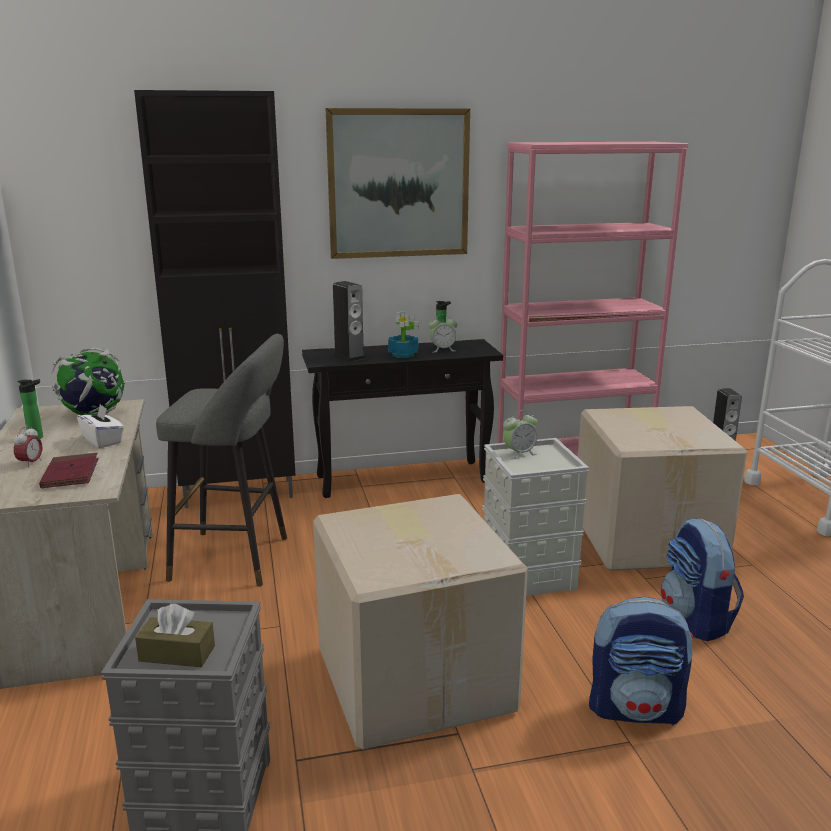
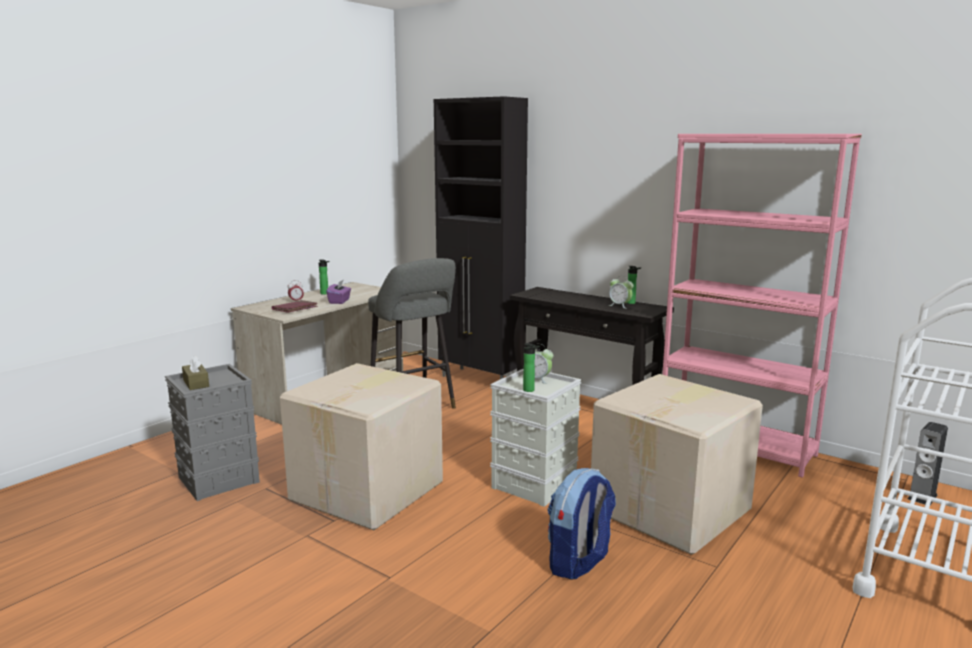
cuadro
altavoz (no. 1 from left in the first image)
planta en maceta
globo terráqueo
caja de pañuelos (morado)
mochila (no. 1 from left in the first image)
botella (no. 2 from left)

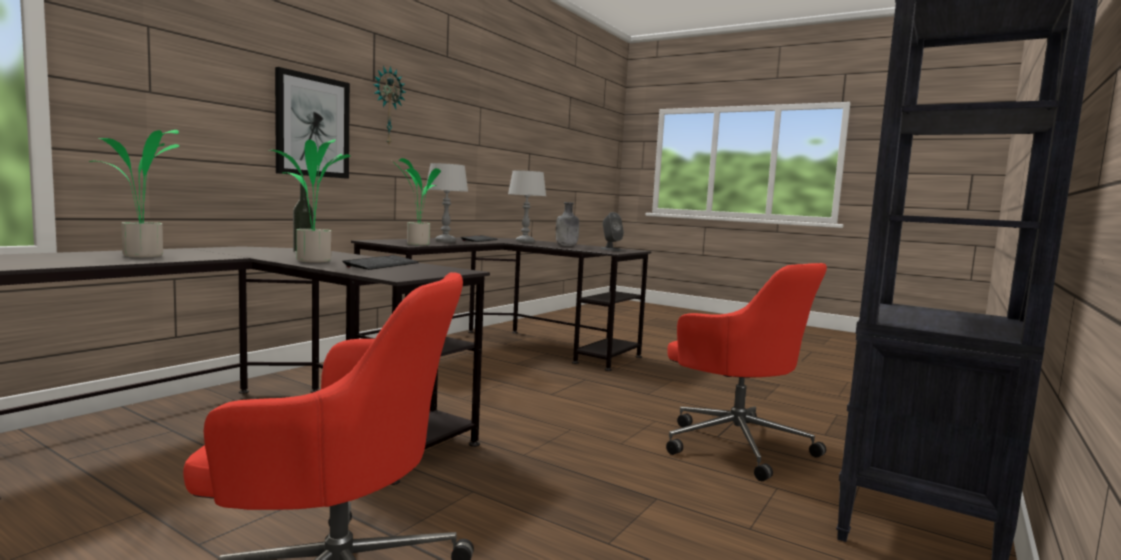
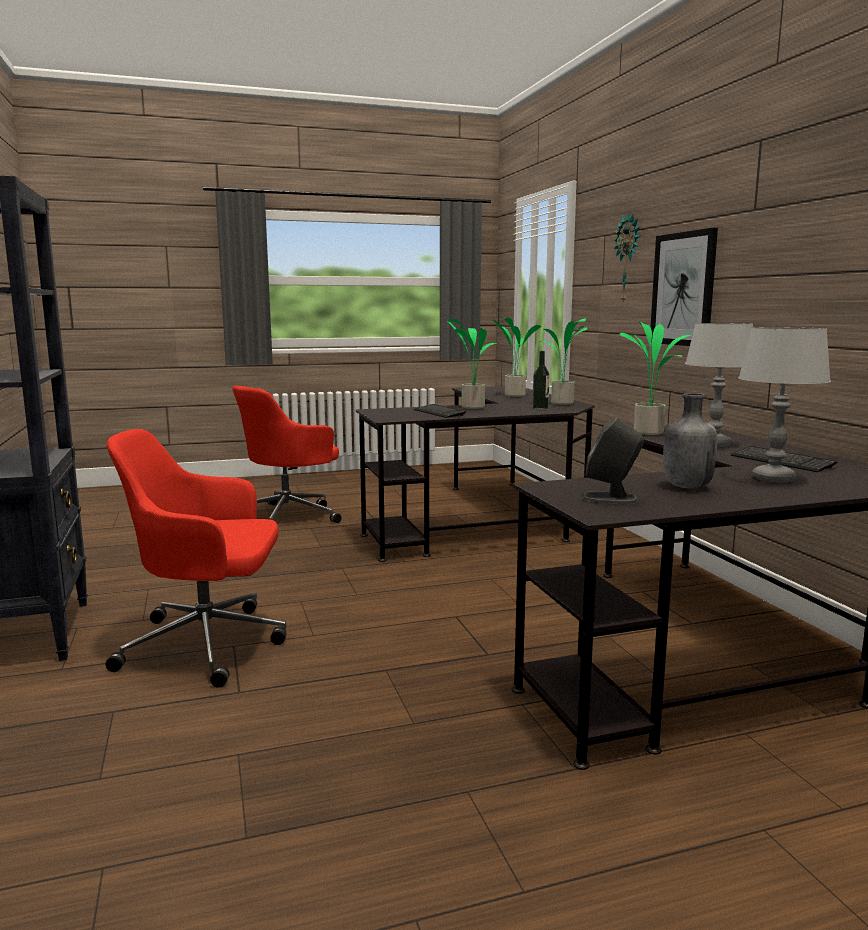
reloj de pared
planta en maceta (no. 3 from left)

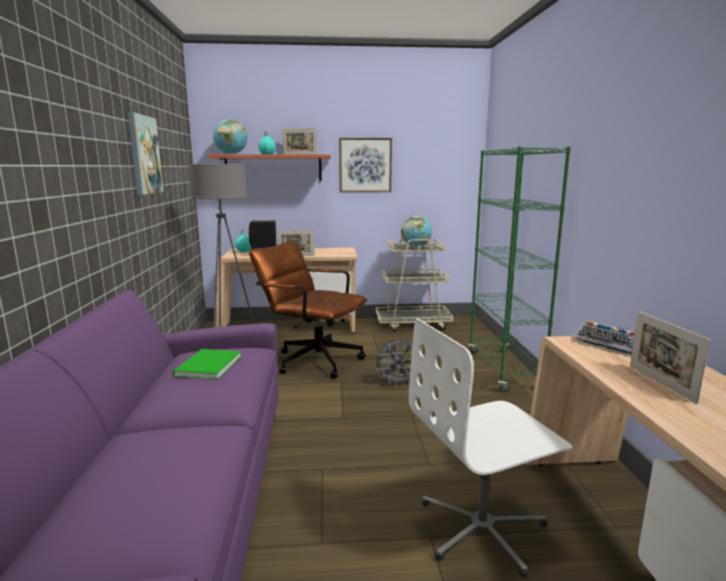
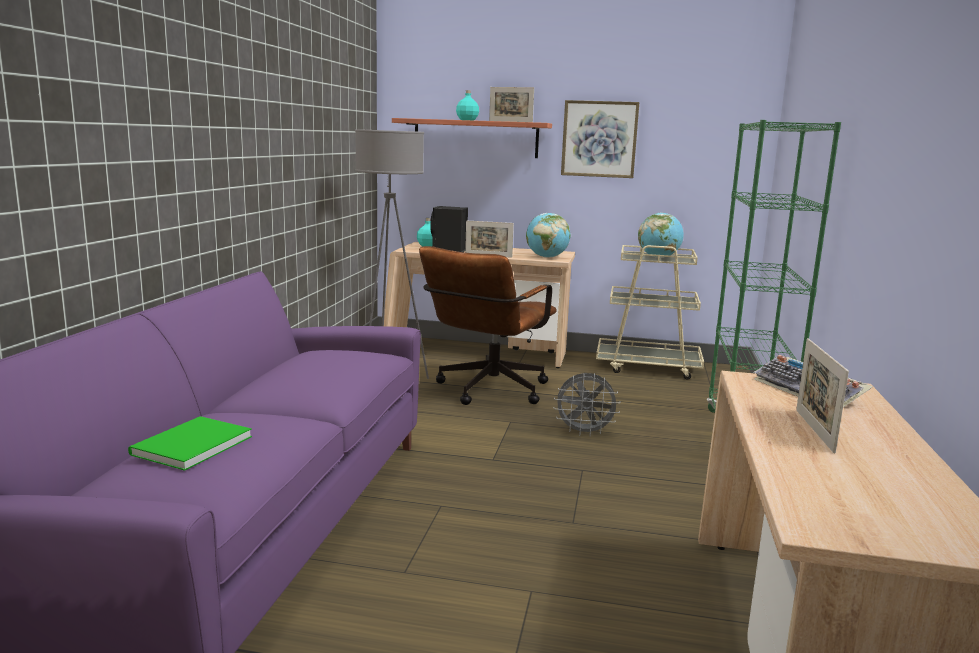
cuadro (no. 1 from left in the first image)
globo terráqueo (no. 1 from left)
silla de oficina (marrón)
silla de oficina (blanco)
libro (verde)

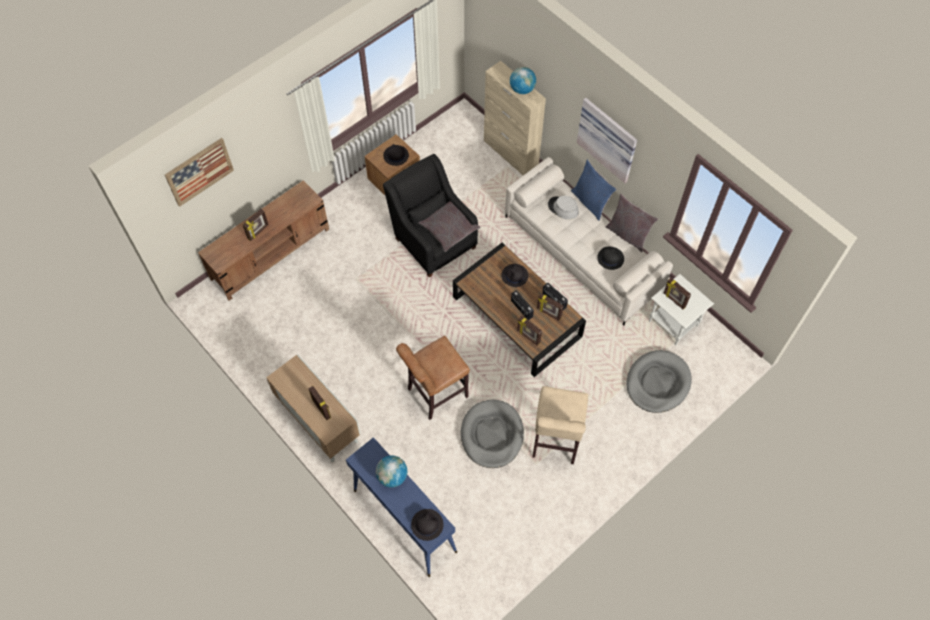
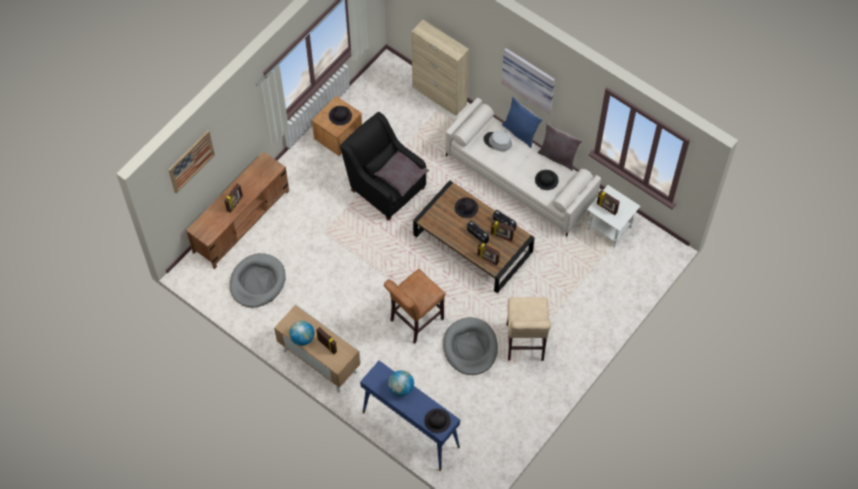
globo terráqueo (no. 1 from left)
cama para perro (gris) (no. 1 from left)

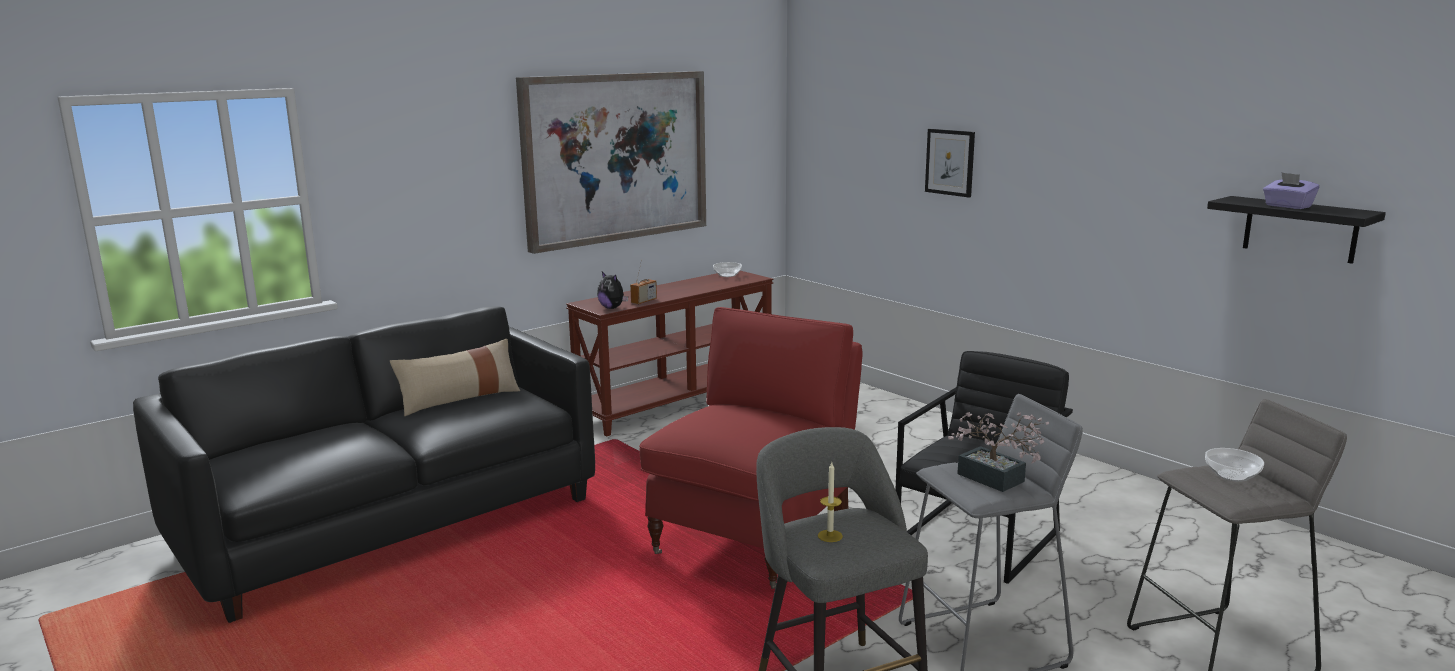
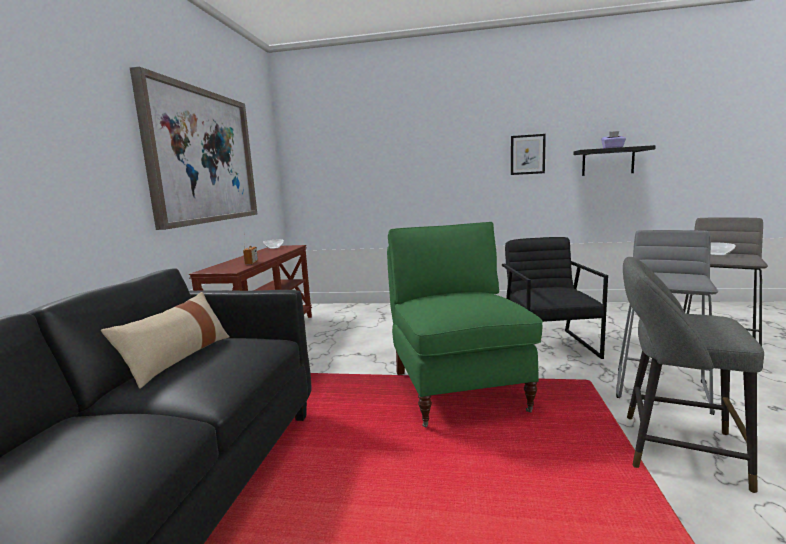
cuadro (no. 2 from left)
peluche
sillón (verde)
planta en maceta
vela

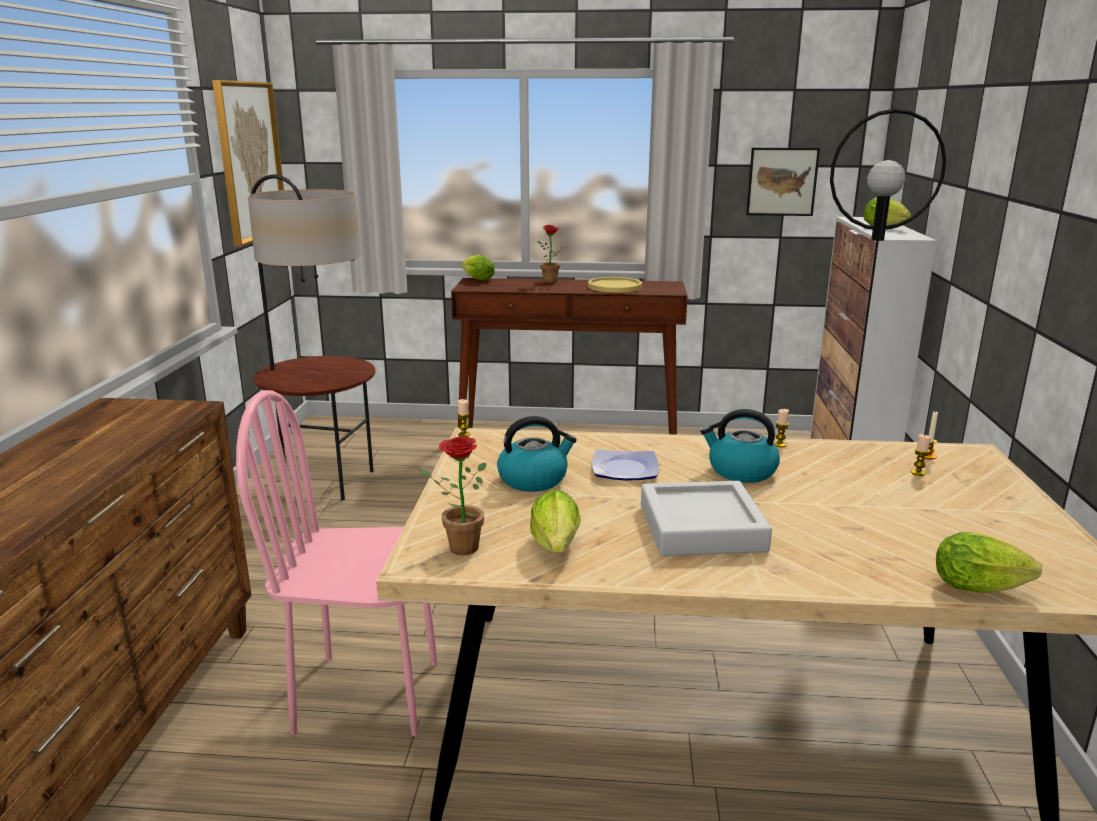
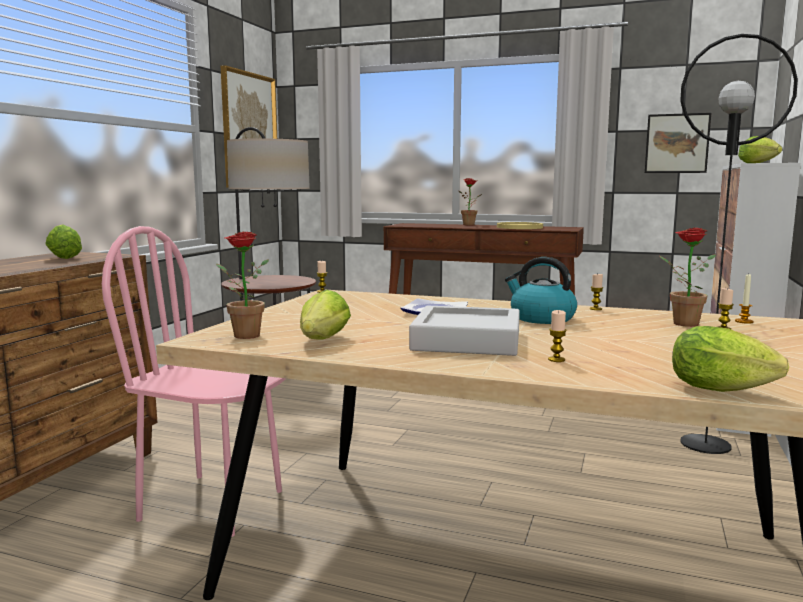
lechuga (no. 1 from left)
hervidor (no. 1 from left in the first image)
planta en maceta (no. 3 from left)
vela (no. 2 from left)

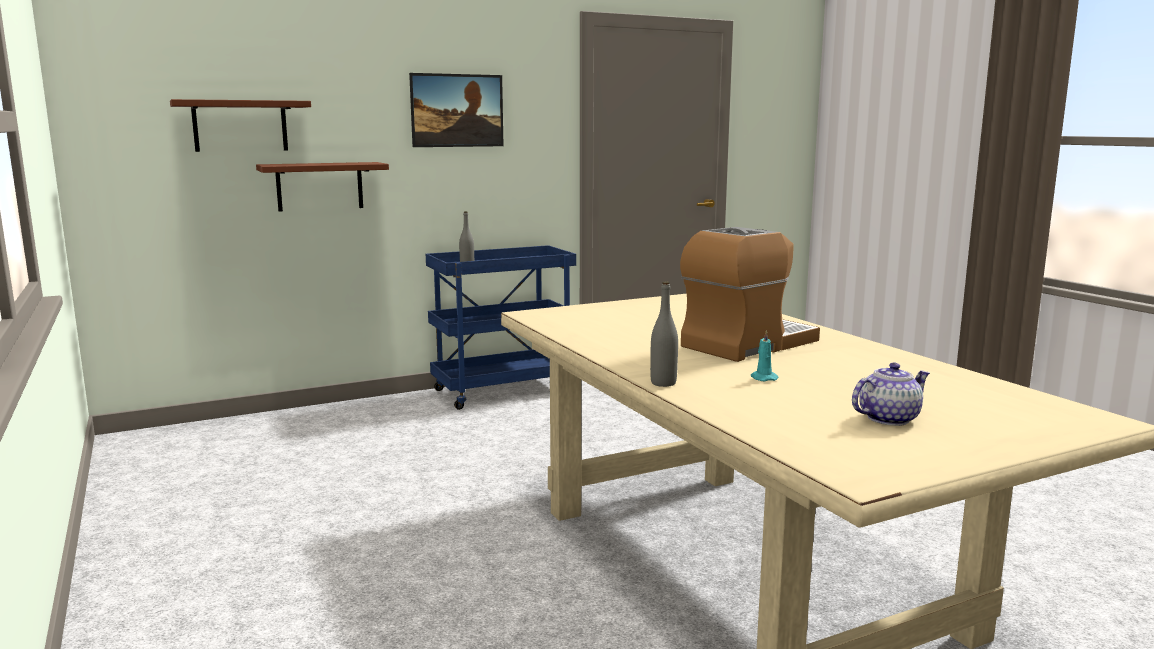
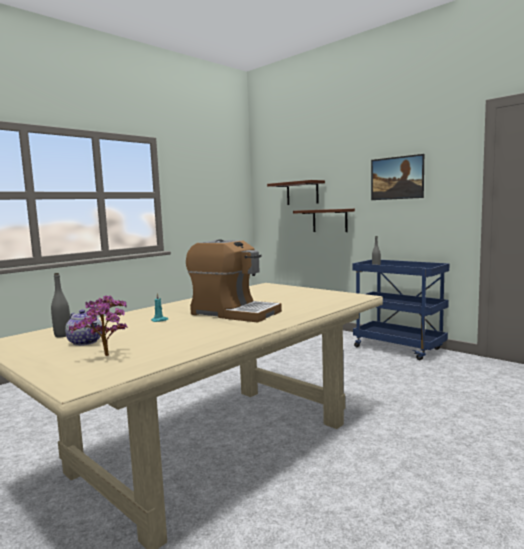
botella (gris) (no. 1 from left)
planta en maceta

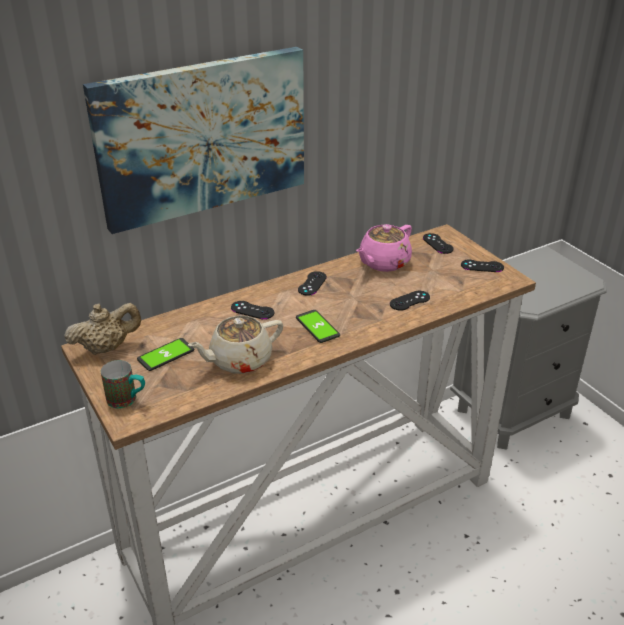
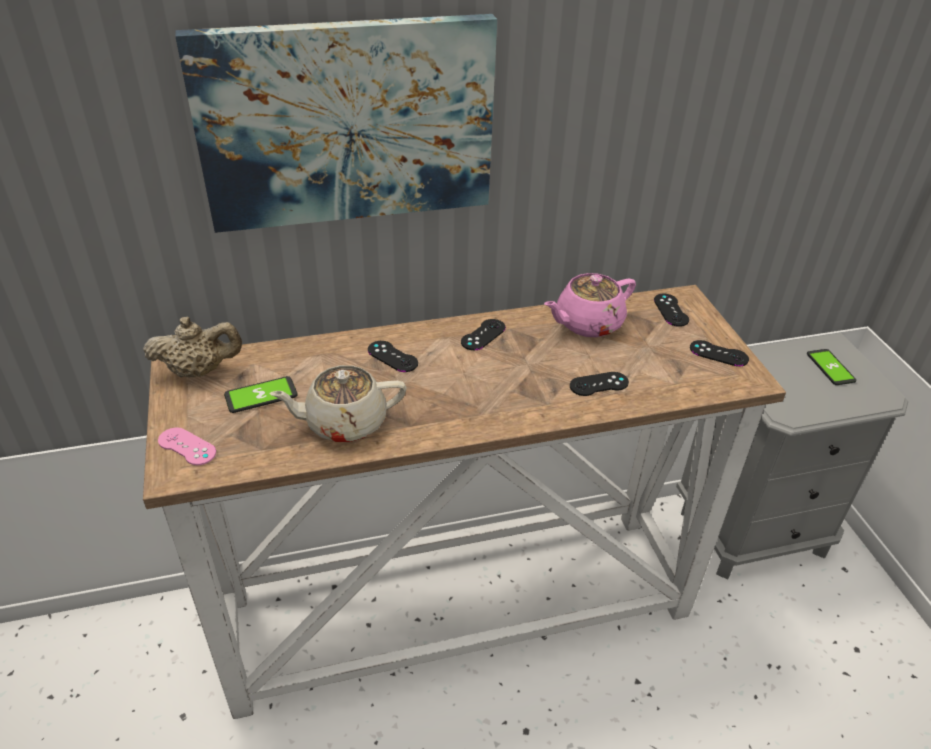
móvil (no. 2 from left)
mando de consola (rosa)

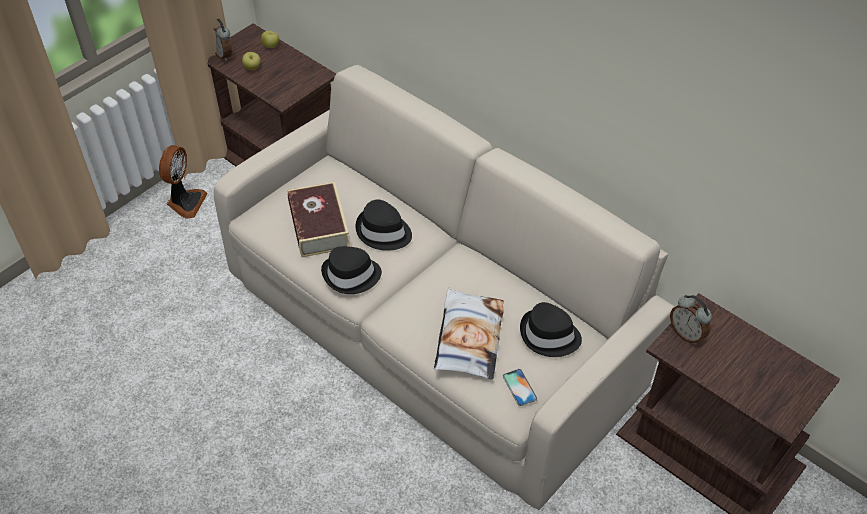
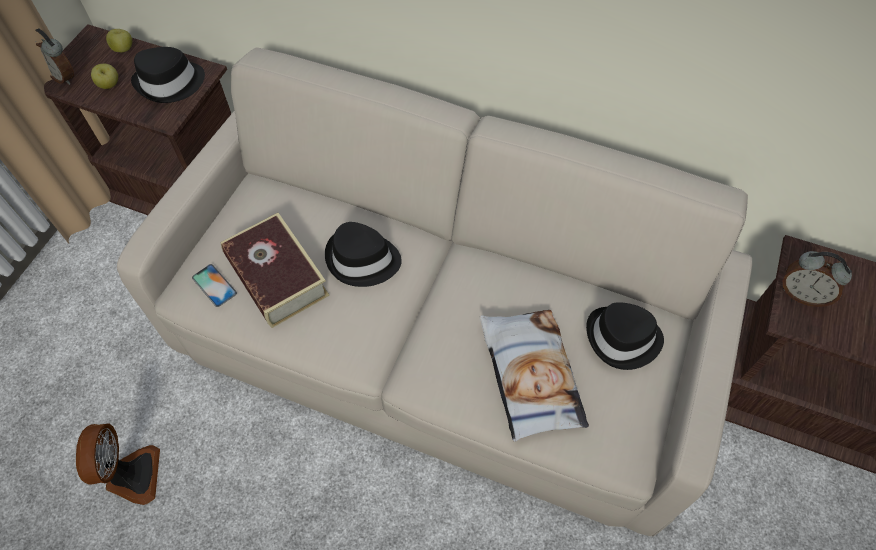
ventilador
sombrero (negro) (no. 1 from left)
móvil

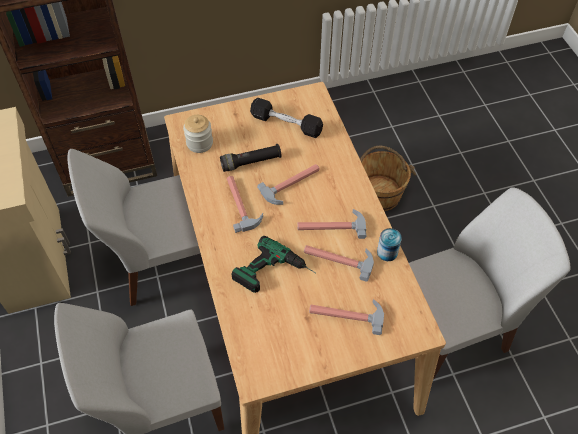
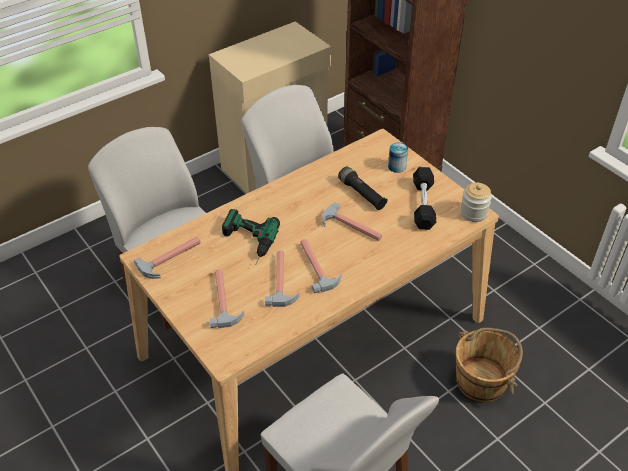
tarro
martillo (no. 1 from left)
lata

